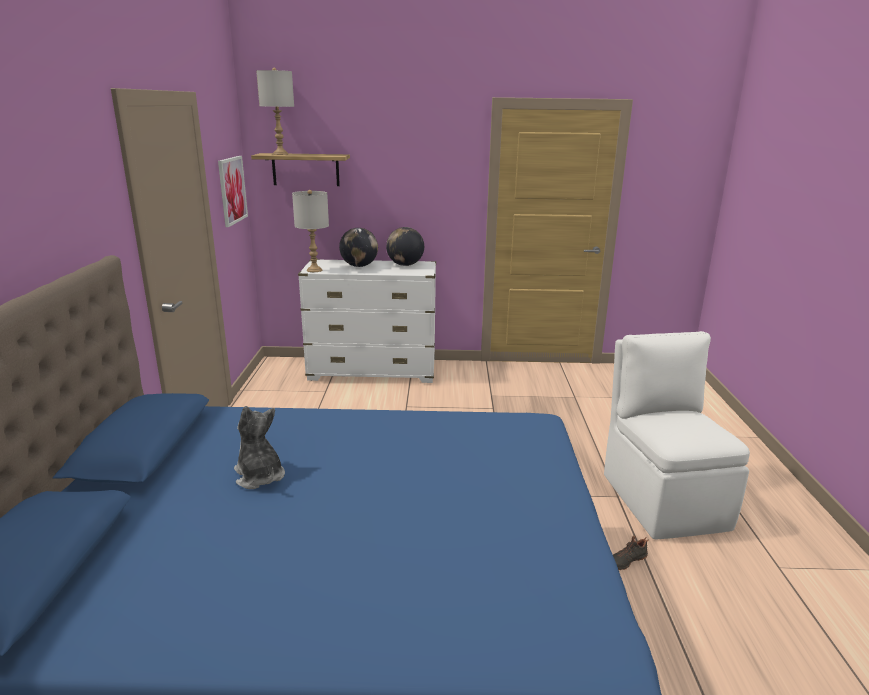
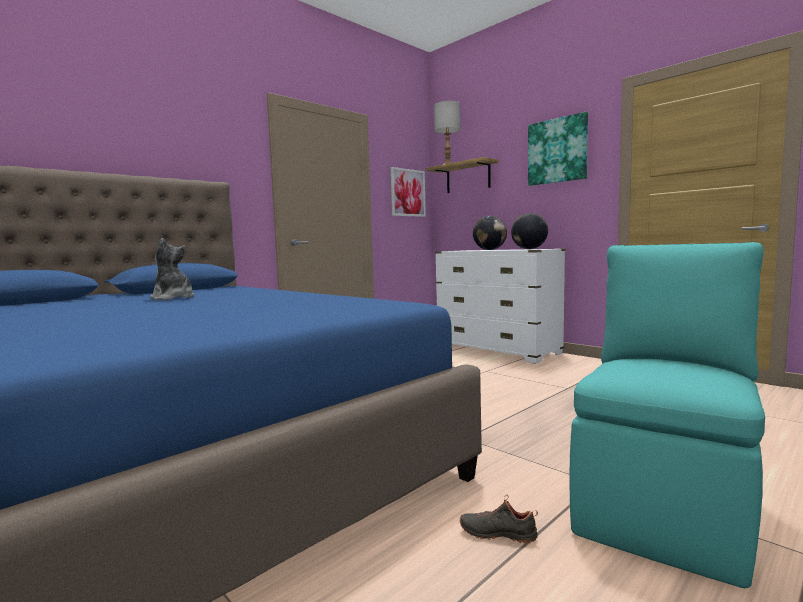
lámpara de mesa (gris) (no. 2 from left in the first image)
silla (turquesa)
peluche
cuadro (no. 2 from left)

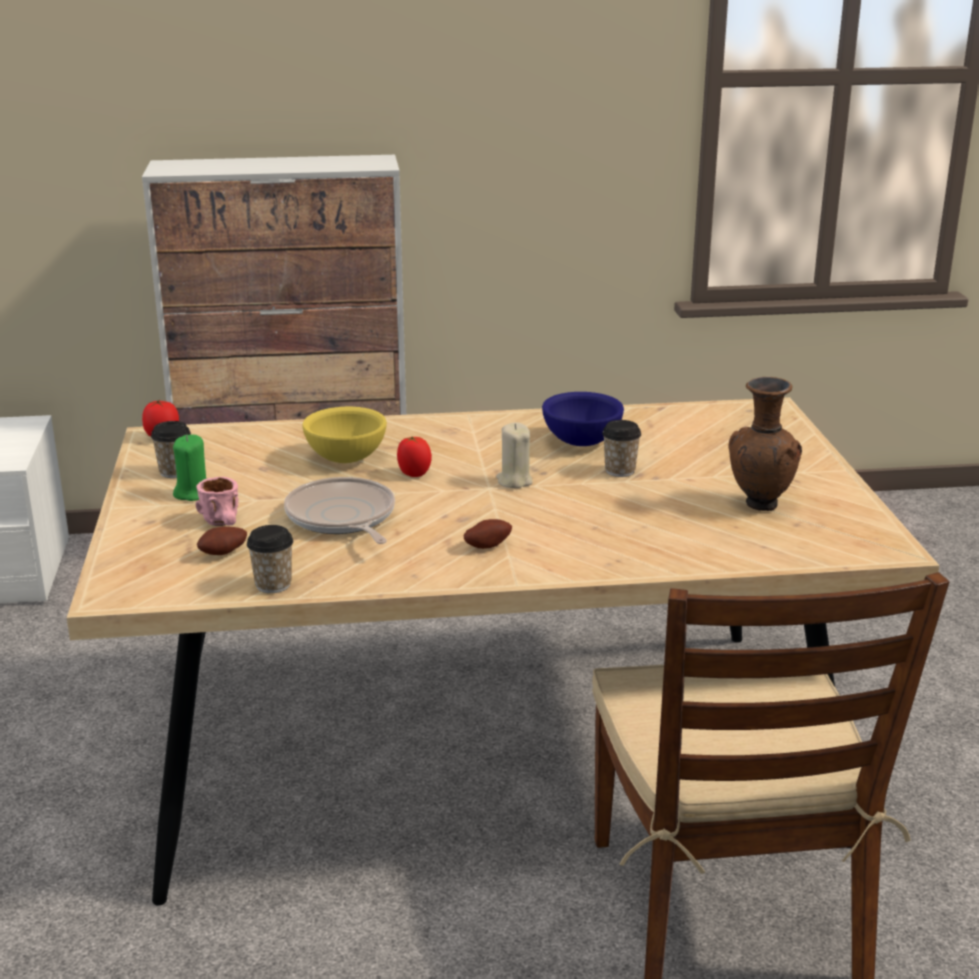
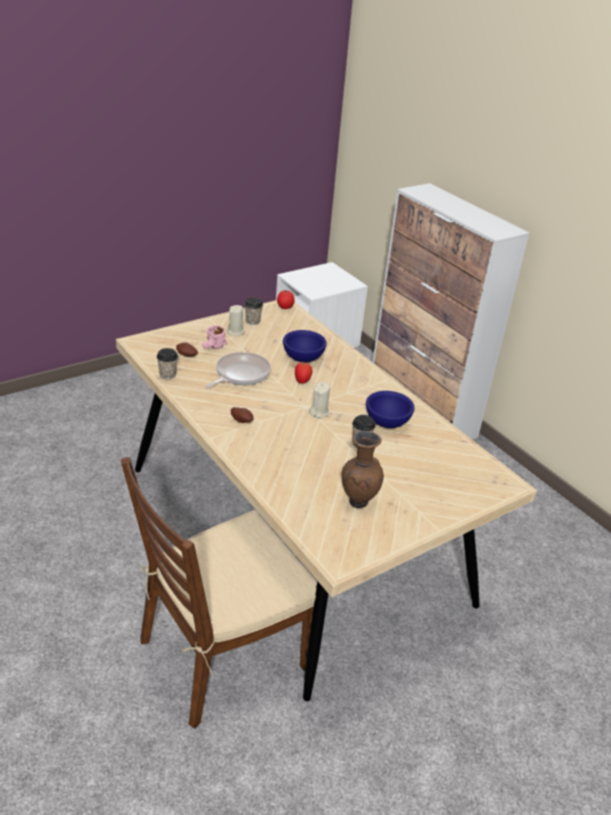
cuenco (azul) (no. 1 from left)
vela (beis) (no. 1 from left)

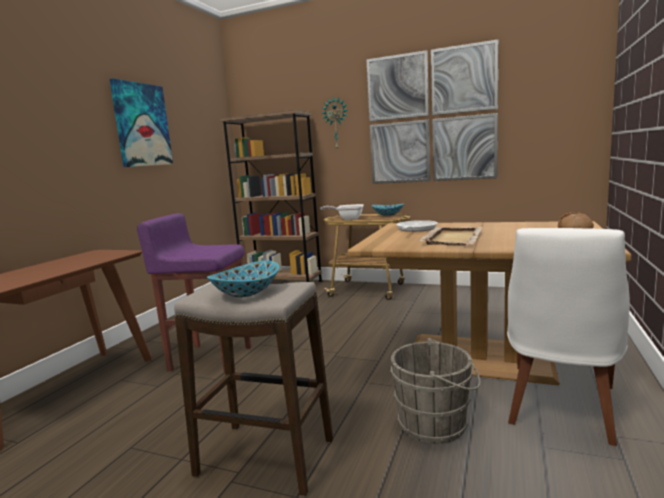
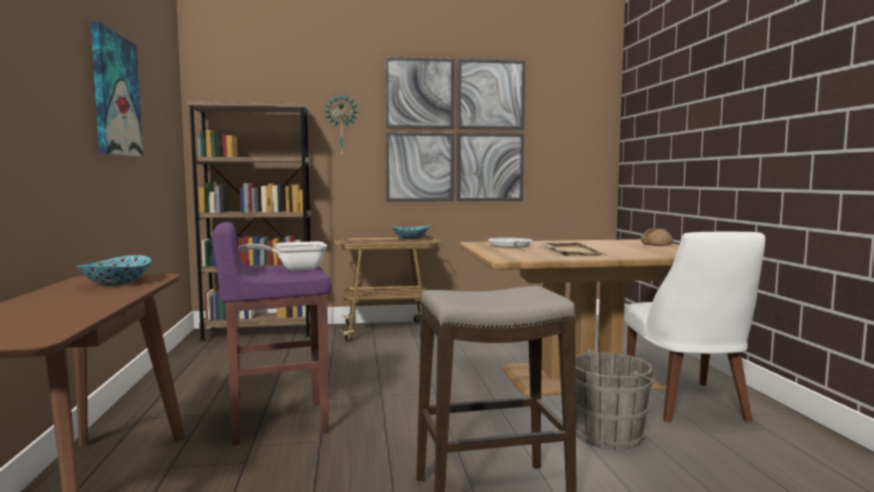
sartén (no. 1 from left)
cuenco (no. 1 from left)

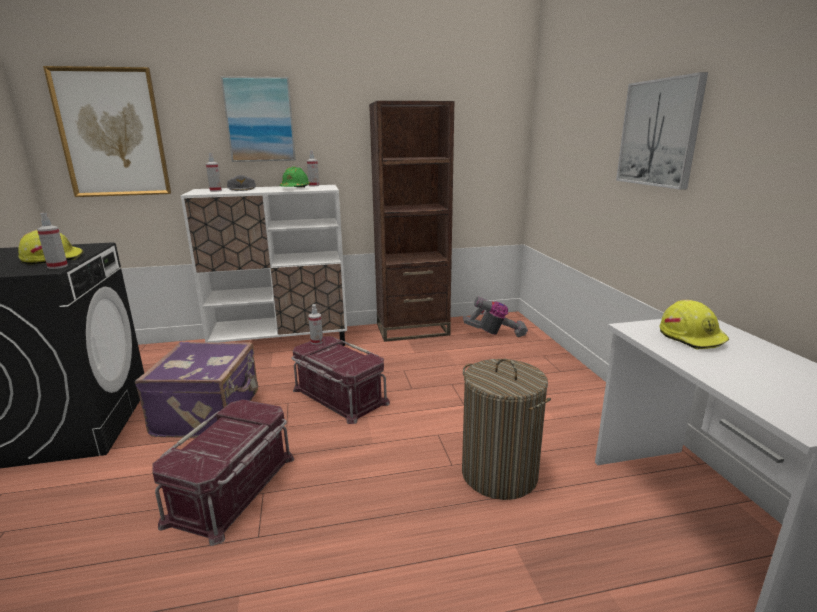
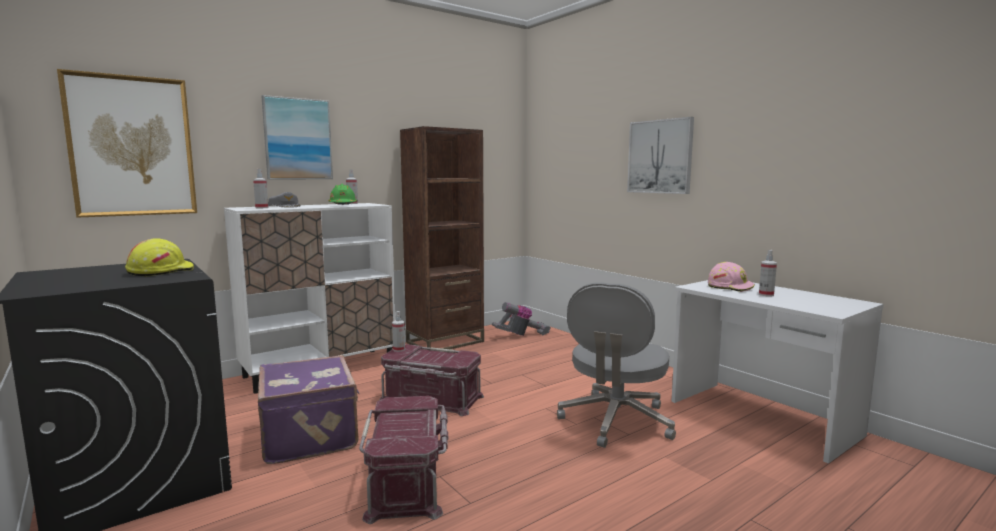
pulverizador (no. 4 from left)
casco (rosa)
silla de oficina (gris)

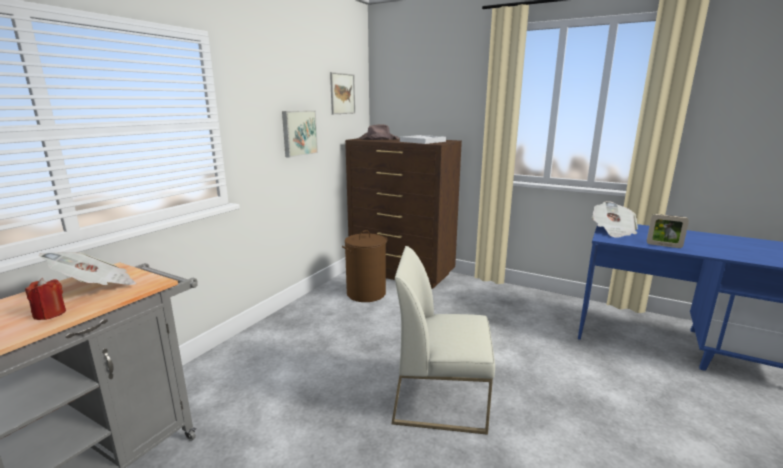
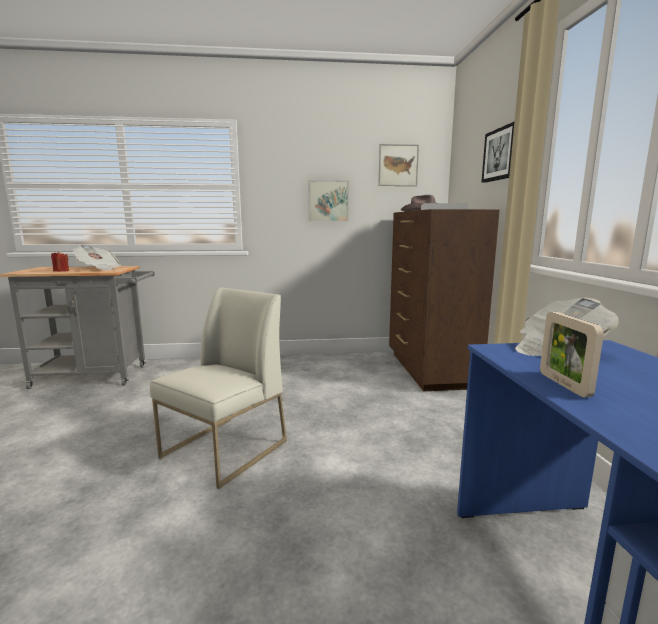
cesto de la ropa (marrón)
silla (blanco)
cuadro (no. 3 from left)

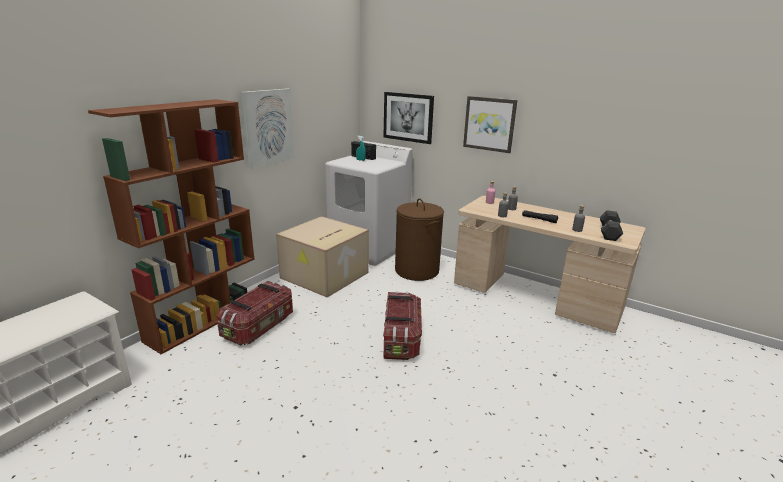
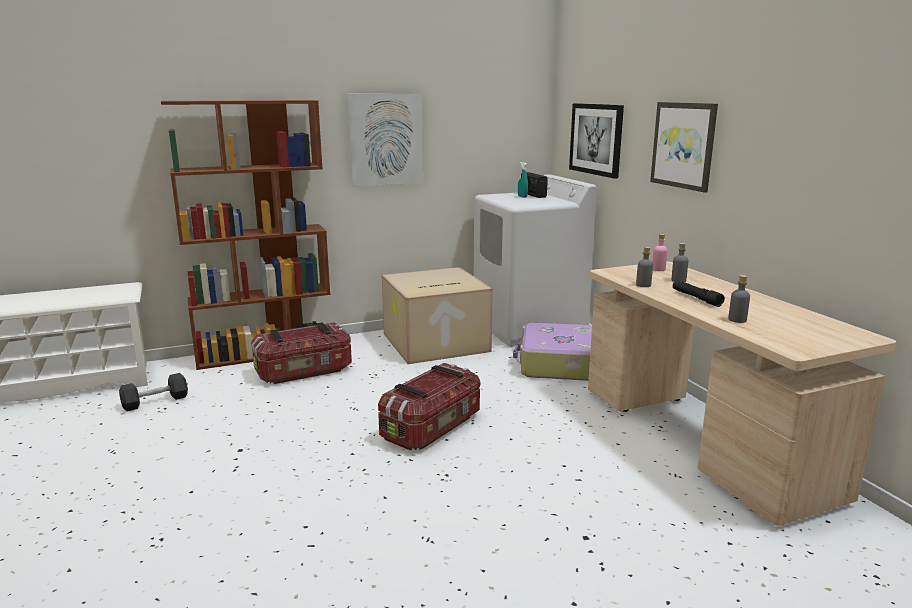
maleta
mancuerna (negro)

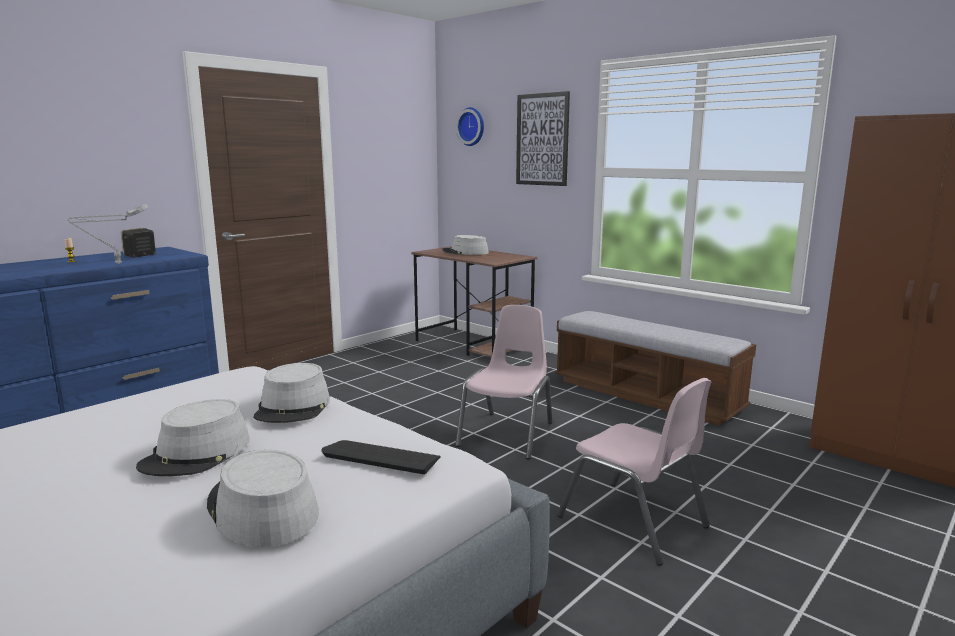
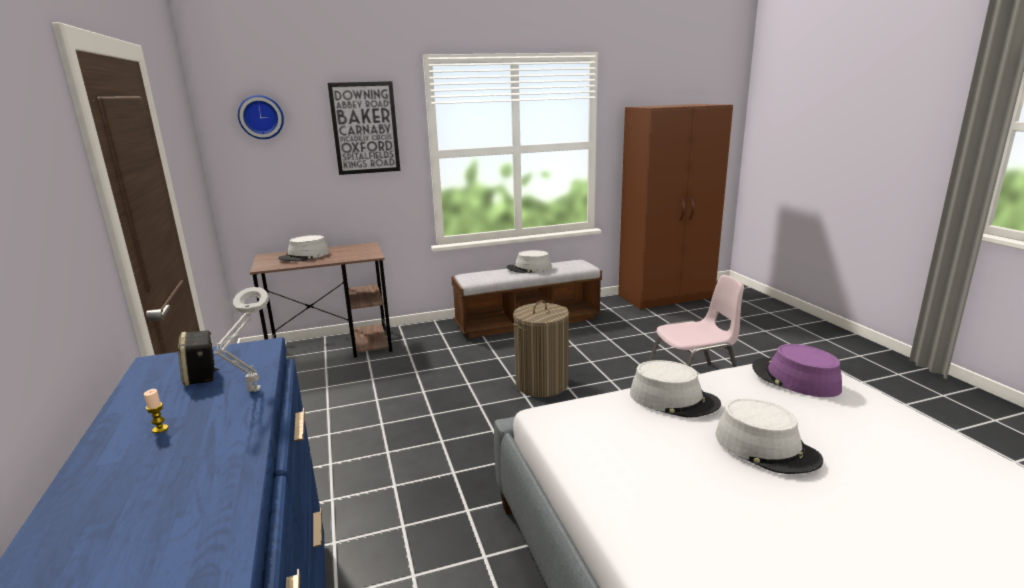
cesto de la ropa
sombrero (morado)
sombrero (gris) (no. 2 from left)

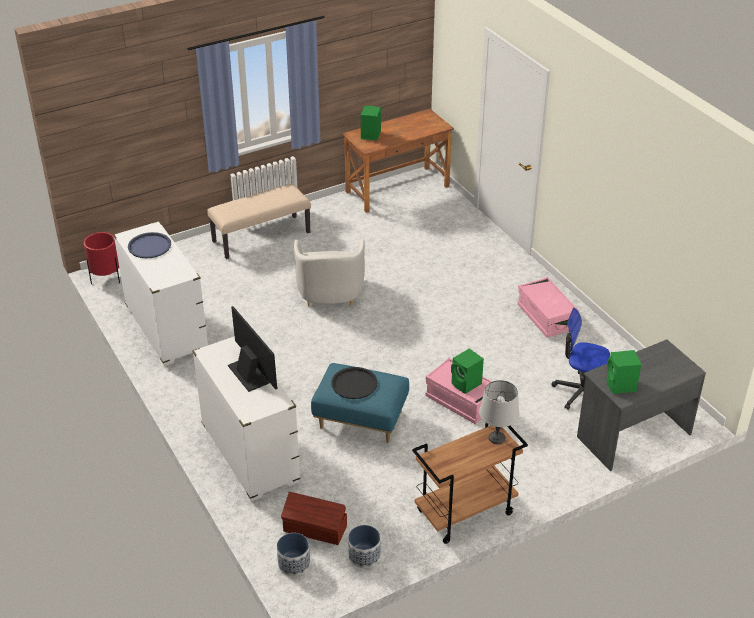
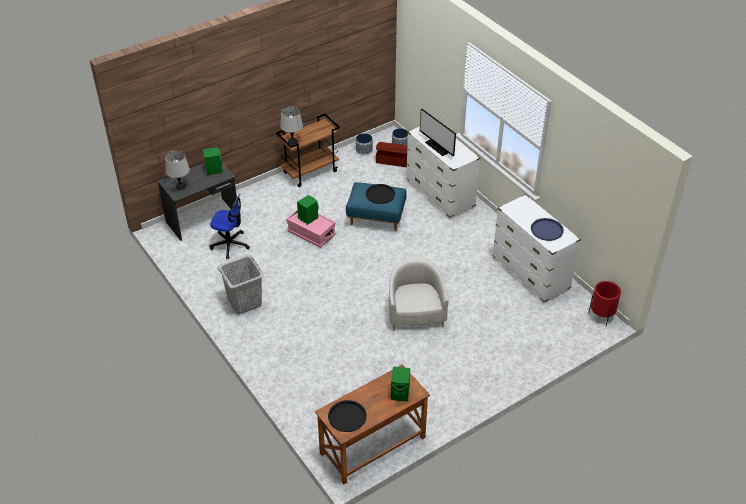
banco (beis)
cesto de la ropa (gris)
lámpara de mesa (gris) (no. 1 from left)
bandeja (negro) (no. 1 from left)

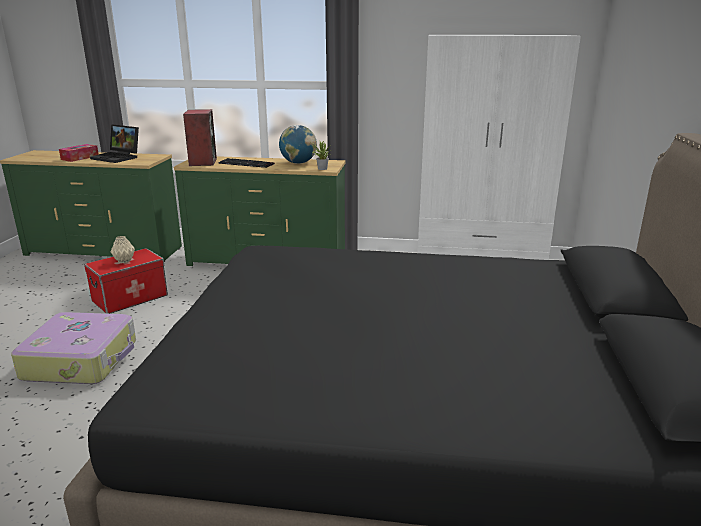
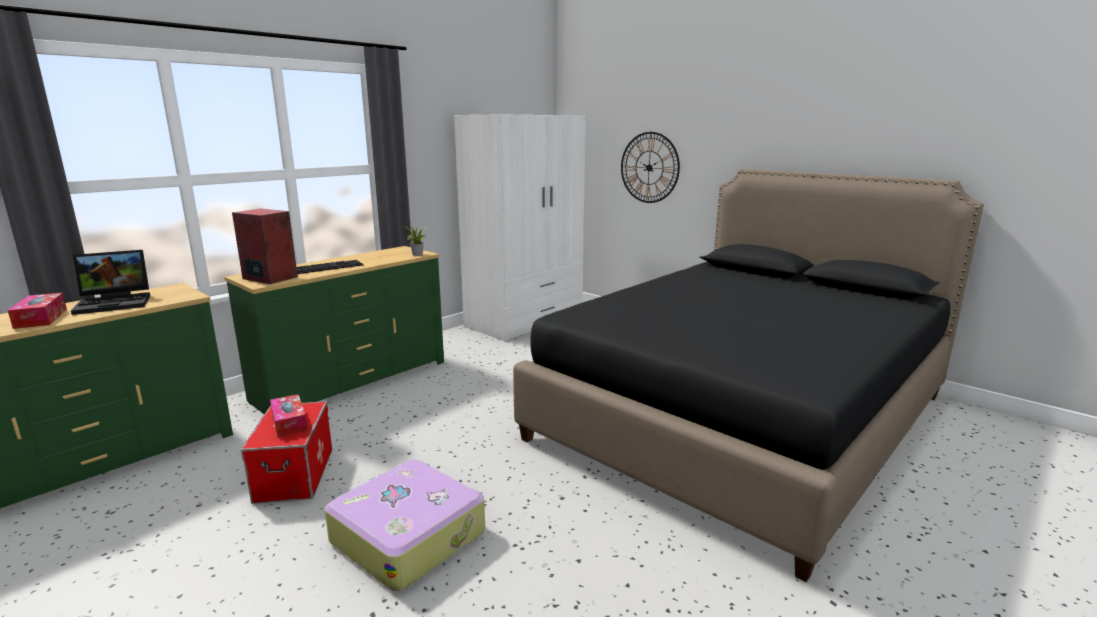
globo terráqueo
caja de pañuelos (no. 2 from left)
reloj de pared

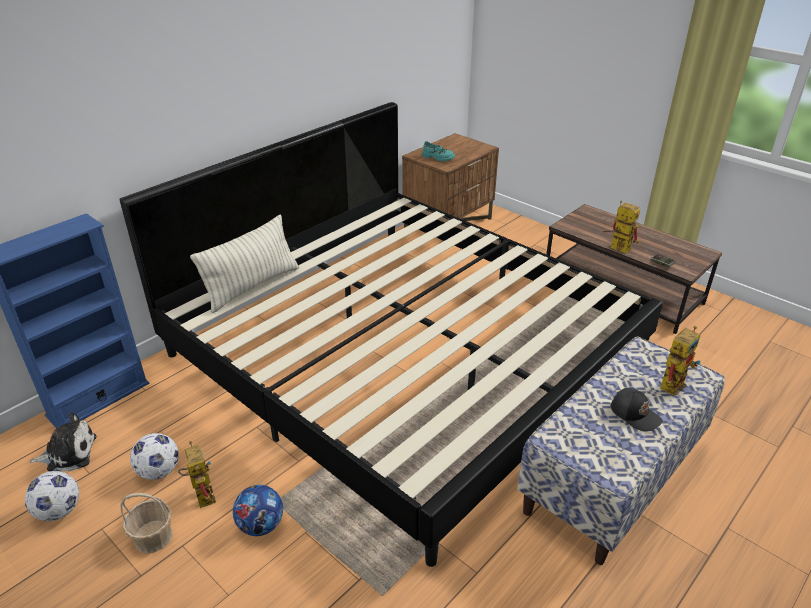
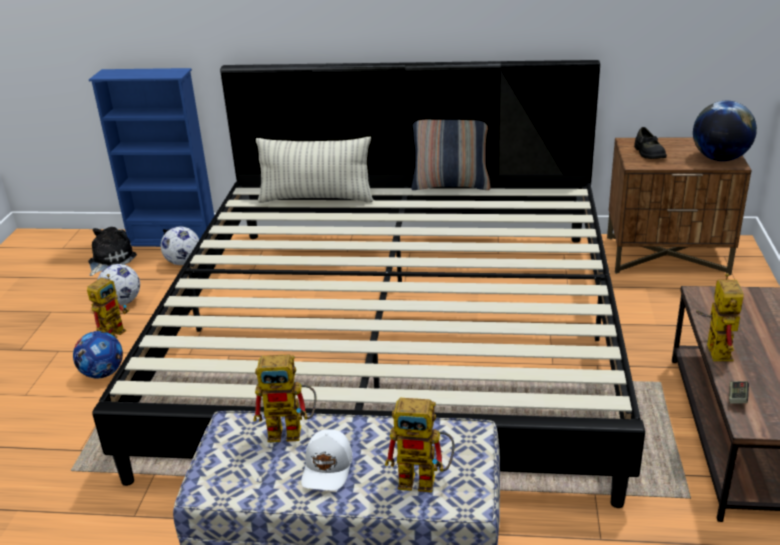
zapato (negro)
gorra (blanco)
peluche
balón de fútbol (no. 3 from left)
cesta
globo terráqueo
cojín (no. 2 from left)
robot de juguete (no. 2 from left)

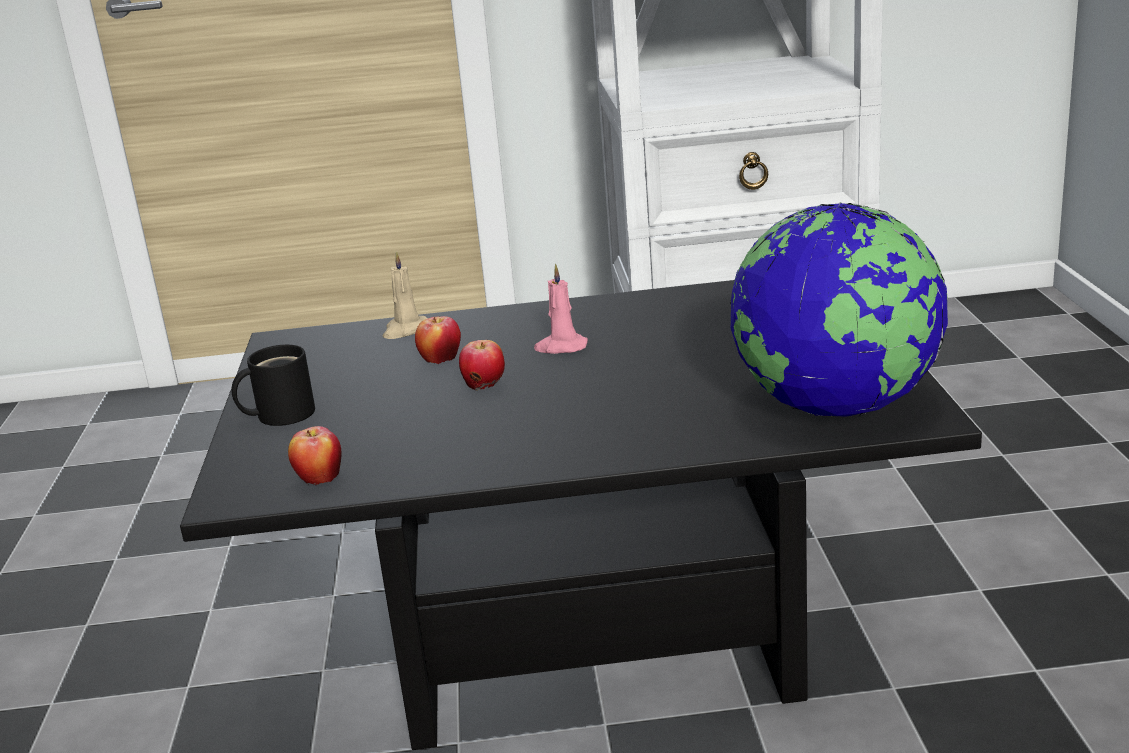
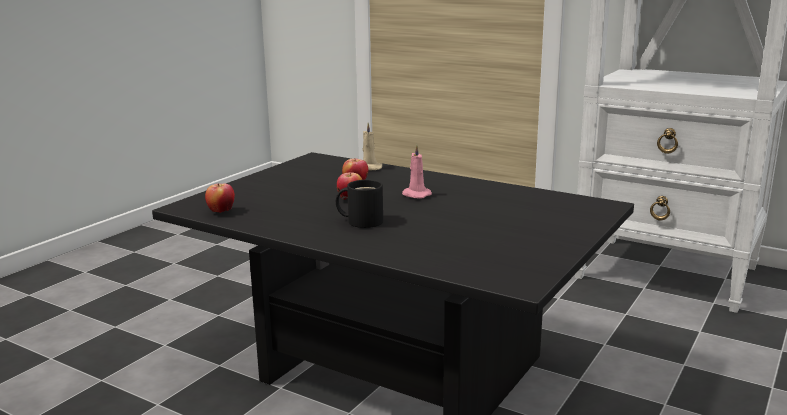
globo terráqueo
taza grande (negro)

